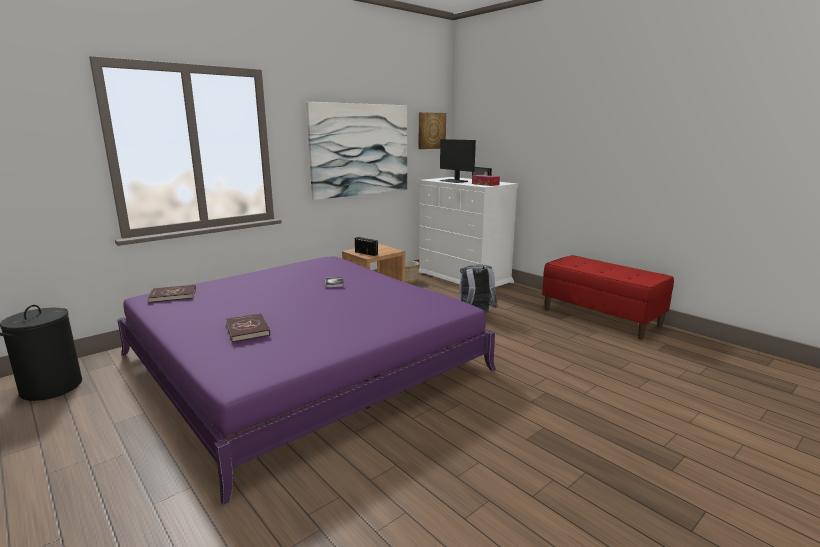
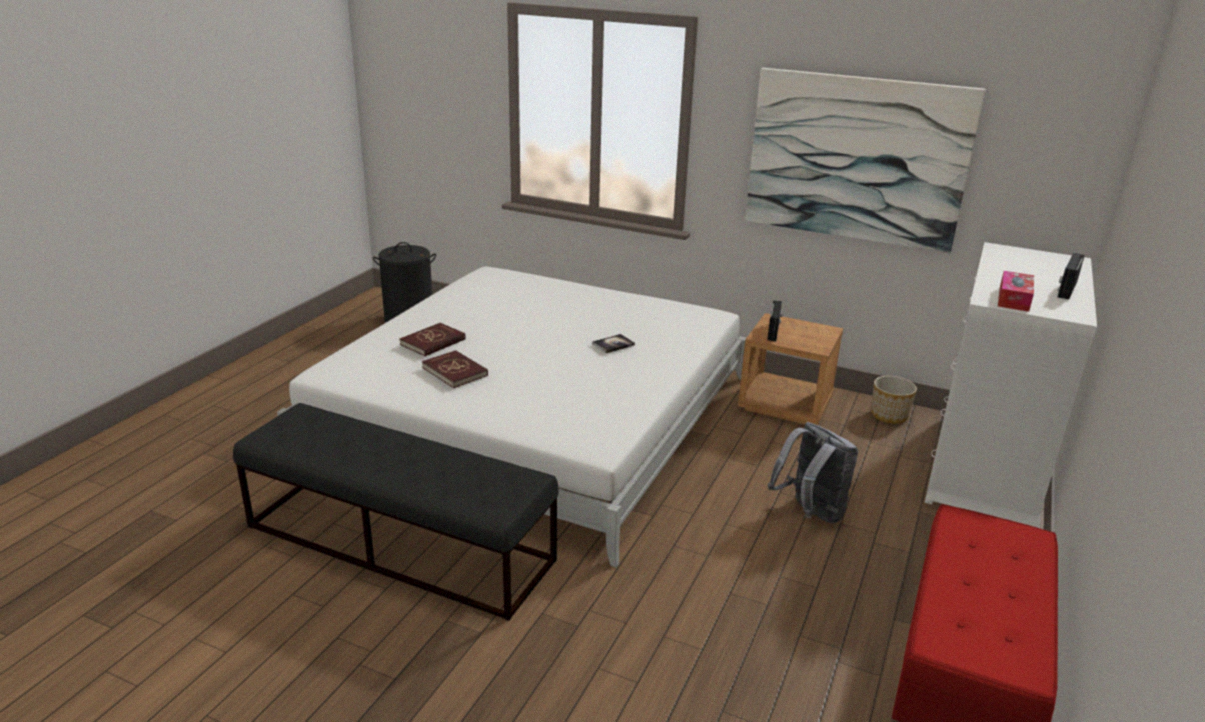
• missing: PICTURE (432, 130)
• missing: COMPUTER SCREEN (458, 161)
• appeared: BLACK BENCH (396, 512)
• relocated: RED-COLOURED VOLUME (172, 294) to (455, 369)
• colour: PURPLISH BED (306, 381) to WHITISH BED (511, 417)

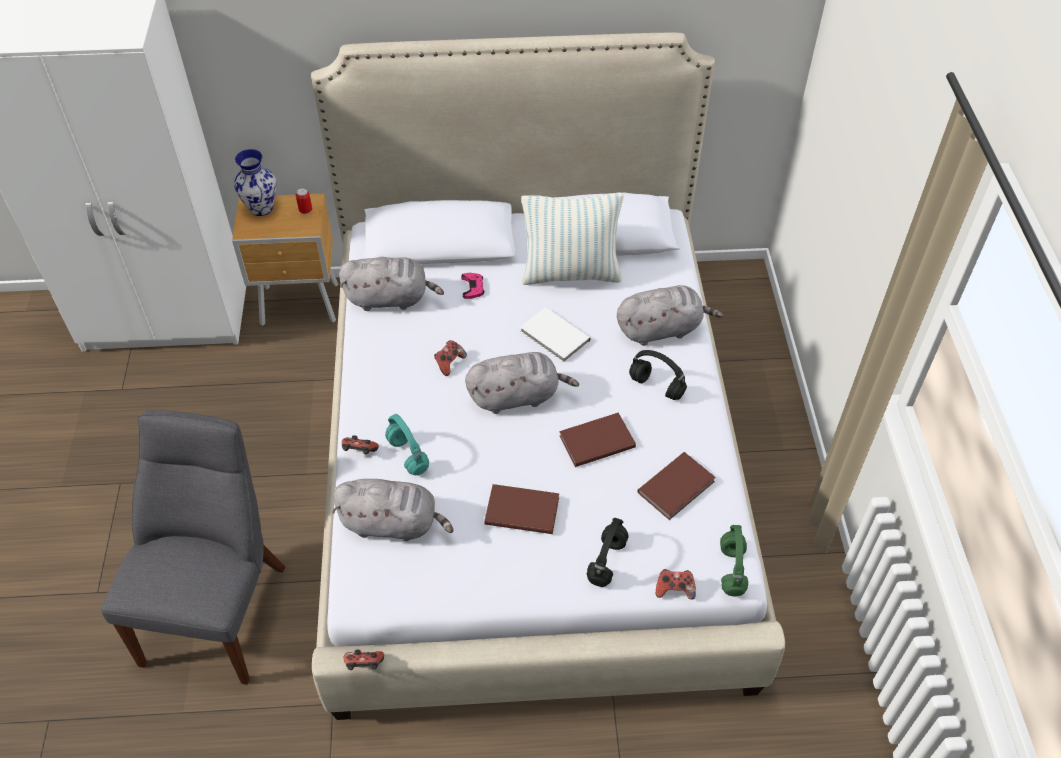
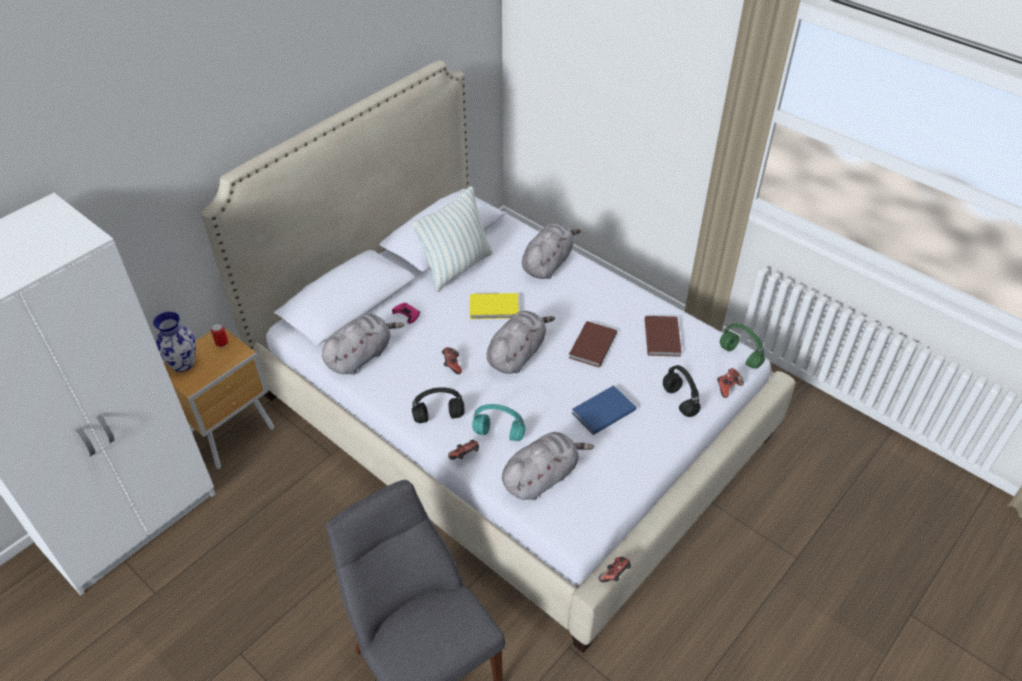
• relocated: BLACK HEADPHONES (658, 375) to (438, 405)
• colour: BROWNISH VOLUME (521, 509) to BLUE-COLOURED VOLUME (604, 410)
• colour: WHITISH VOLUME (555, 335) to YELLOW VOLUME (494, 306)

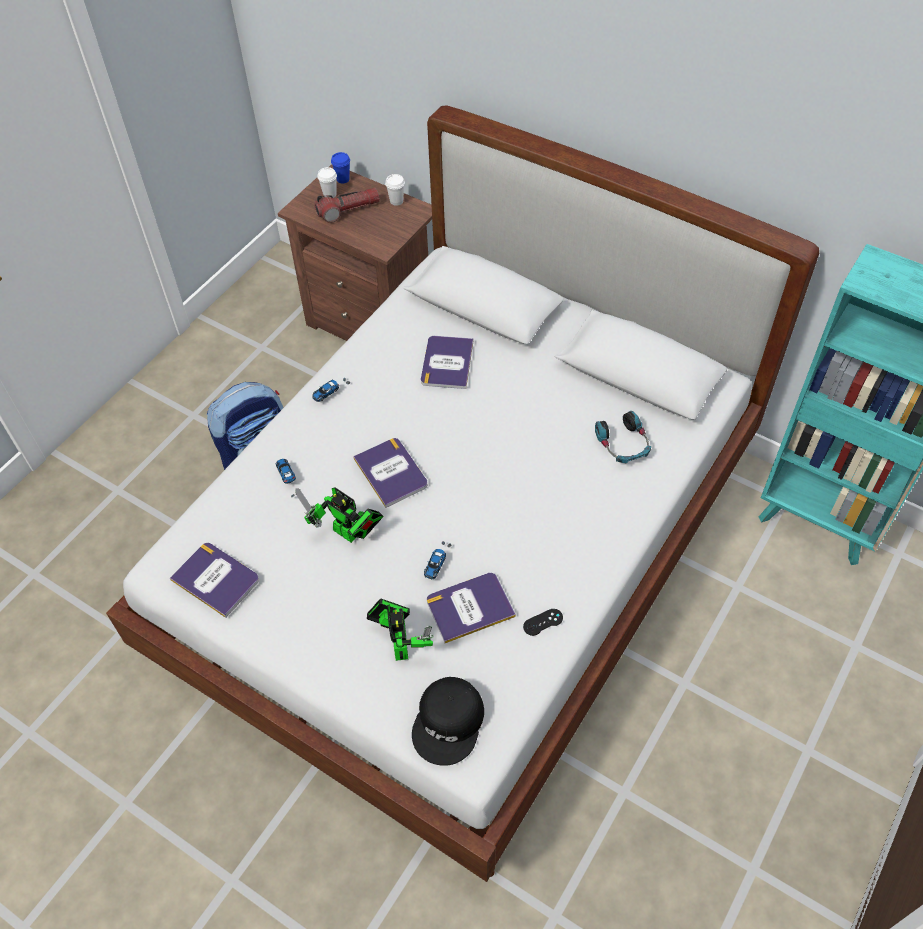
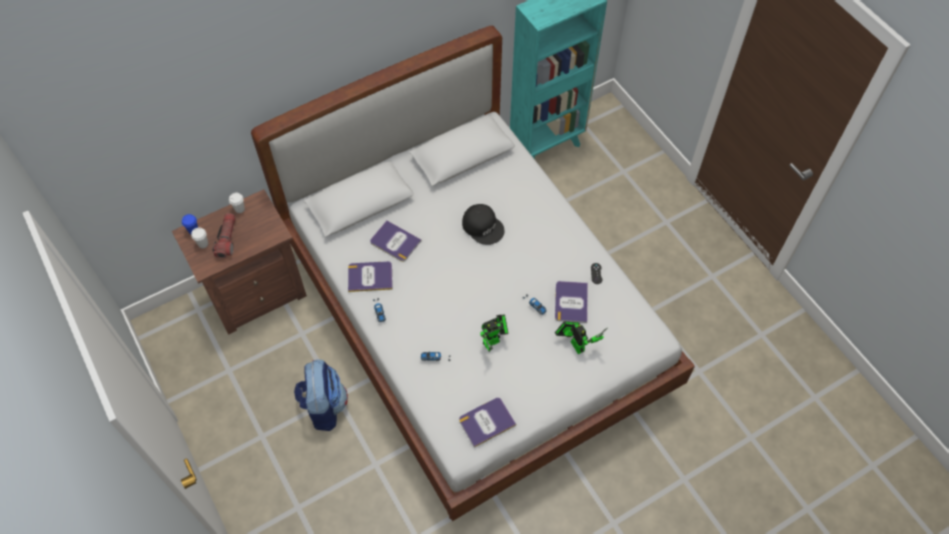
• missing: HEADPHONES (623, 437)
• relocated: VOLUME (390, 473) to (370, 276)
• relocated: BLACK CAP (448, 721) to (483, 224)
• spun: MODEL ROBOT (400, 630) = (581, 337) 45 degrees clockwise

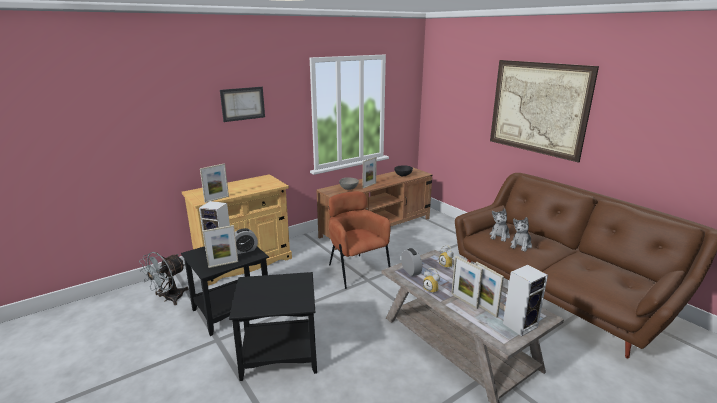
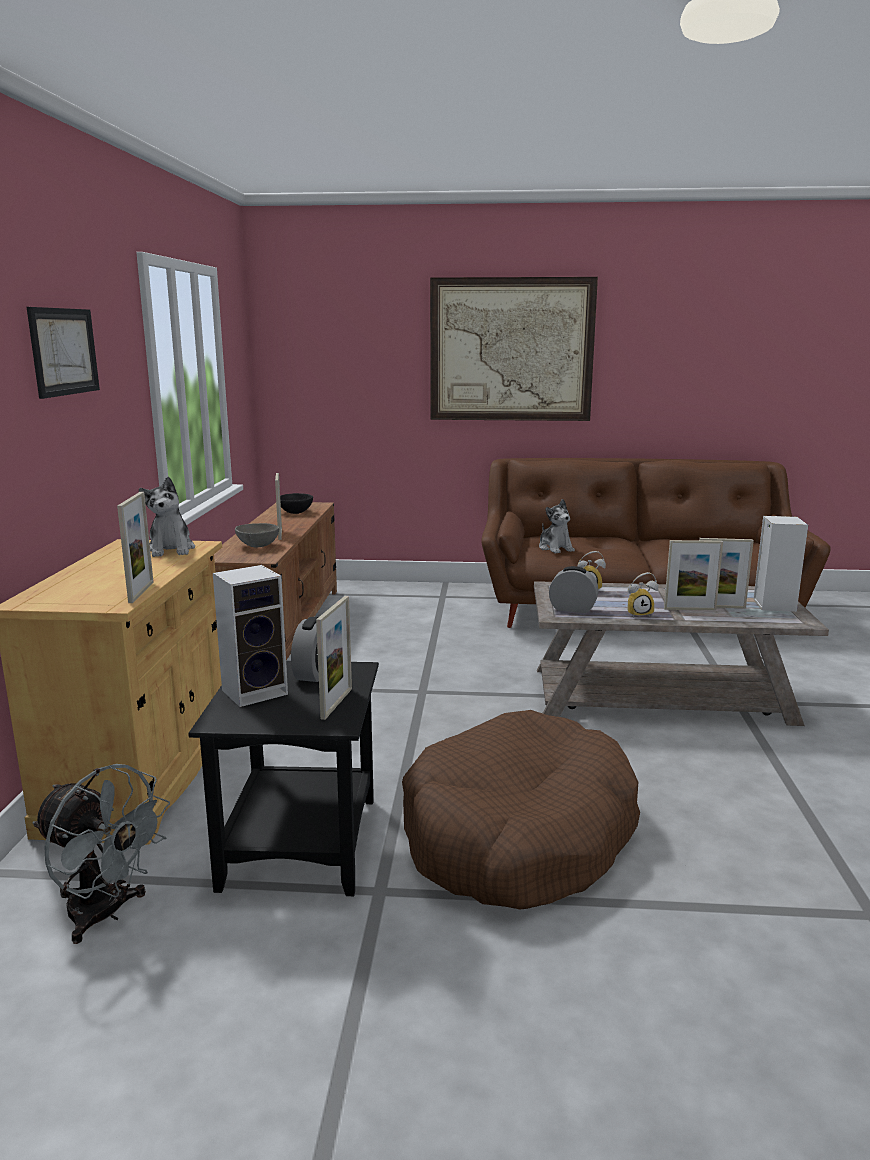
• missing: BROWNISH ARMCHAIR (359, 240)
• relocated: PLUSH TOY (521, 234) to (167, 516)
• exchanged: BLACK ACCENT TABLE (273, 326) to BROWNISH PET BED (521, 809)
• spun: GREY FAN (163, 278) = (101, 854) 45 degrees counterclockwise

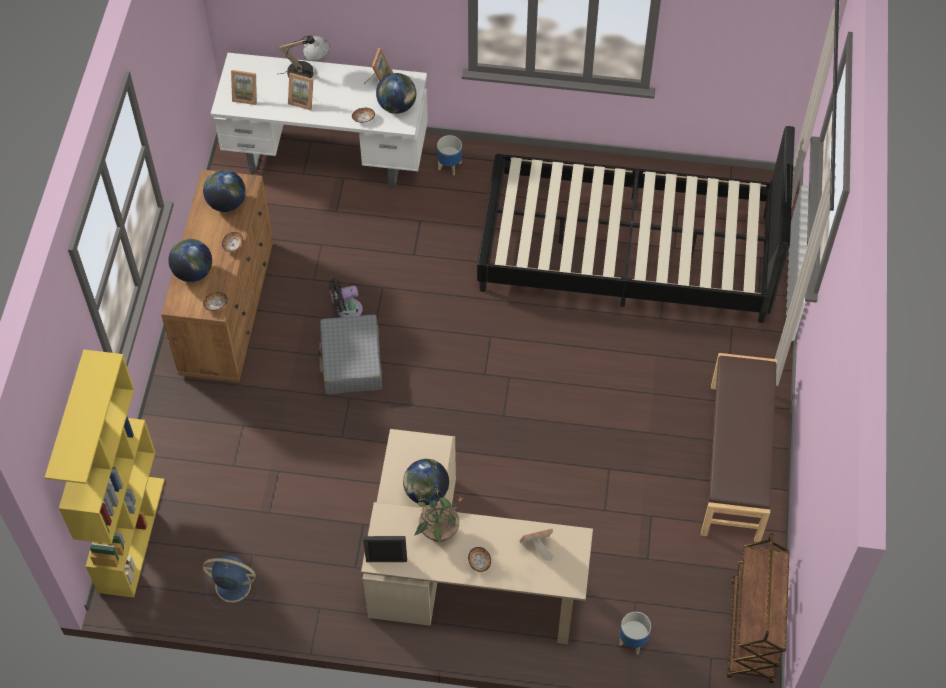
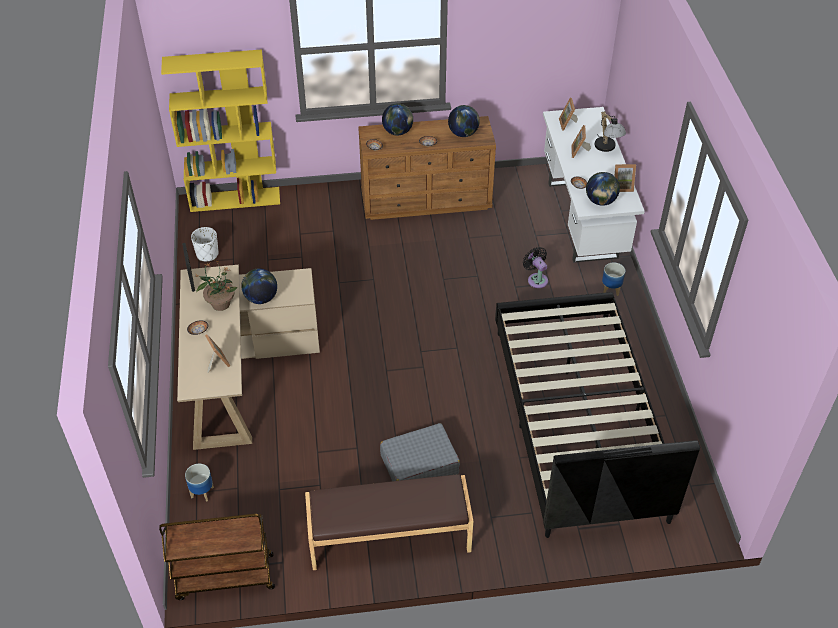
• relocated: GREY TRAVEL CASE (350, 354) to (420, 452)
• relocated: BLACK FAN (346, 297) to (535, 267)
• exchanged: BLUE-COLOURED FAN (231, 582) to WHITISH PLANTER (205, 244)

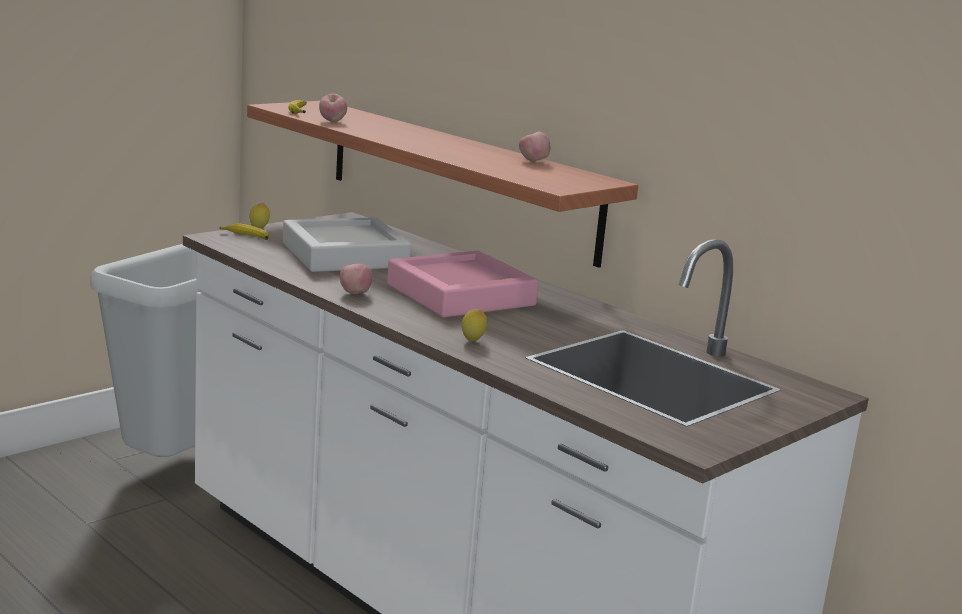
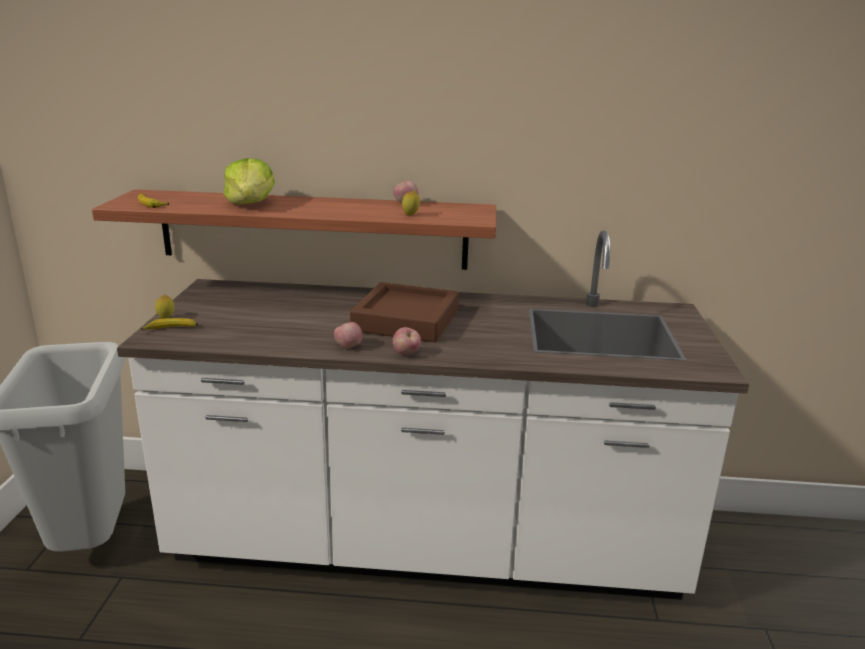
• missing: GREY CARRYING TRAY (347, 244)
• appeared: LETTUCE HEAD (249, 181)
• relocated: APPLE FRUIT (333, 108) to (407, 341)
• relocated: LEMON (474, 325) to (411, 203)
• colour: PINKISH CARRYING TRAY (463, 284) to BROWNISH CARRYING TRAY (404, 312)

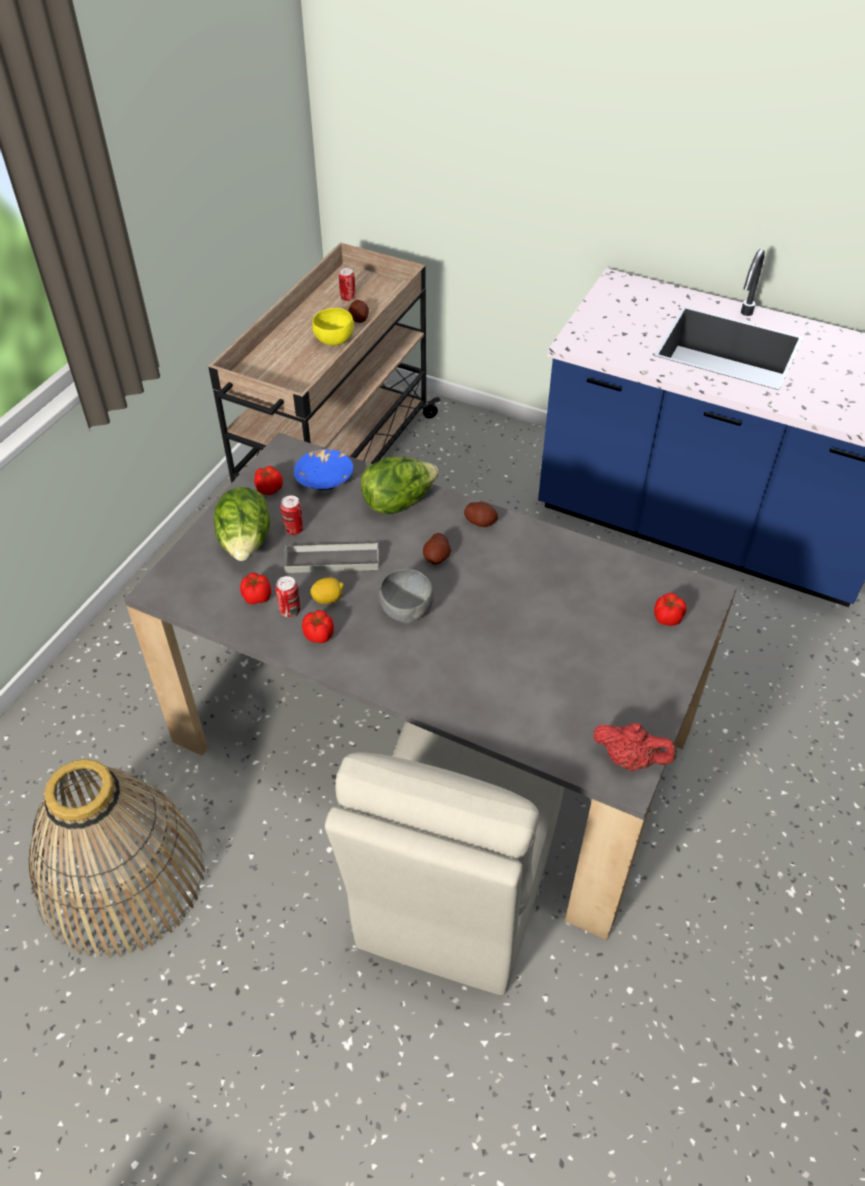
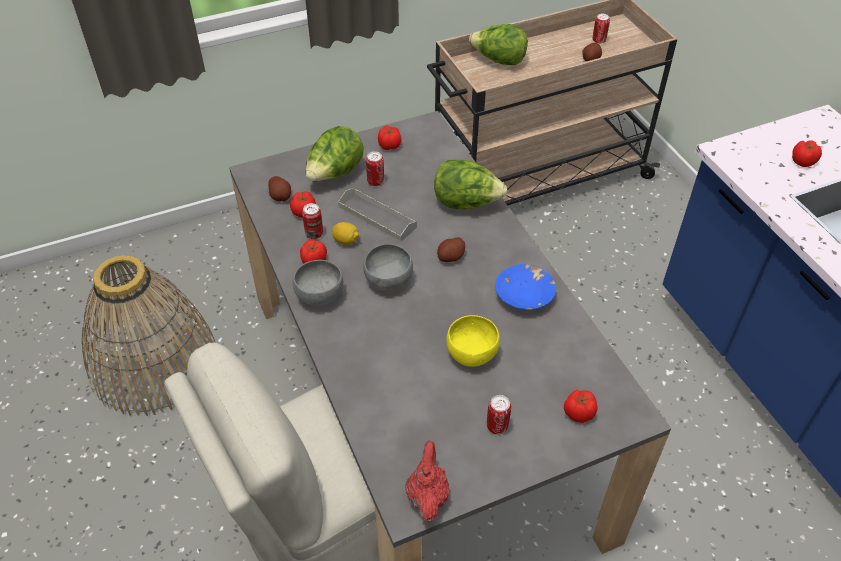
• appeared: GREY SERVING BOWL (318, 283)
• appeared: LETTUCE HEAD (498, 44)
• appeared: SEALED CAN (499, 415)
• appeared: TOMATO (807, 153)
• relocated: BLUE-COLOURED SERVING BOWL (323, 469) to (525, 287)
• relocated: YELLOW SERVING BOWL (333, 326) to (473, 341)
• relocated: SPUD (481, 514) to (279, 188)
• spun: RED-COLOURED TEA POT (635, 747) = (427, 481) 150 degrees counterclockwise

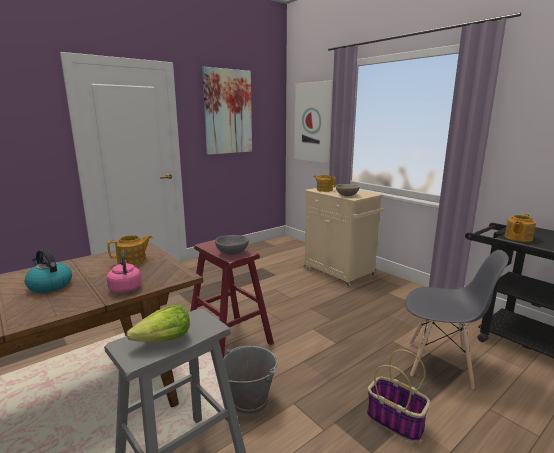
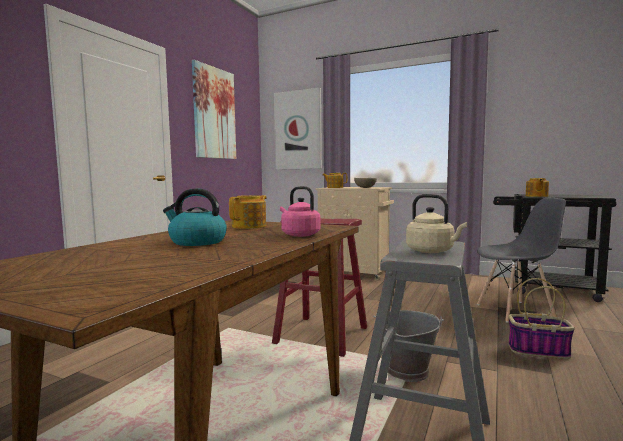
• missing: GREY SERVING BOWL (232, 245)
• exchanged: LETTUCE HEAD (158, 323) to SAND-COLOURED WATER KETTLE (436, 223)

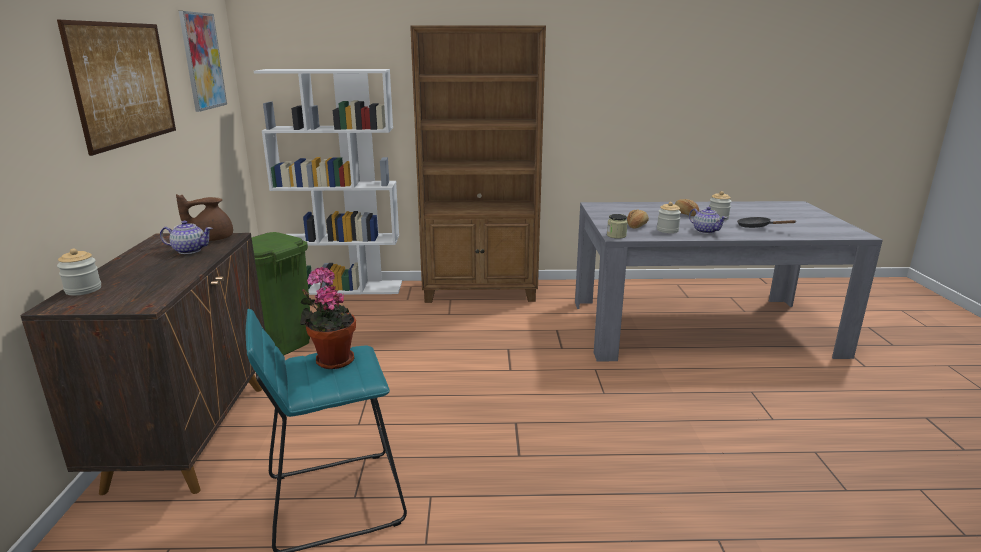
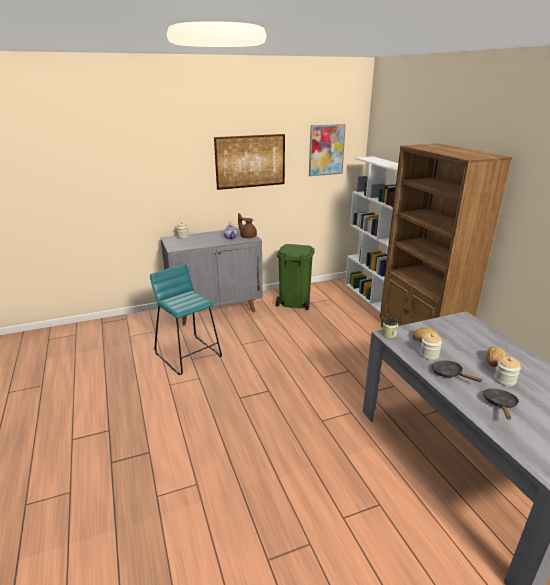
• missing: POTTED PLANT (328, 318)
• exchanged: TEA POT (708, 220) to BLACK FRYING PAN (457, 371)
• colour: BROWNISH CABINET (142, 364) to GREY CABINET (212, 276)

